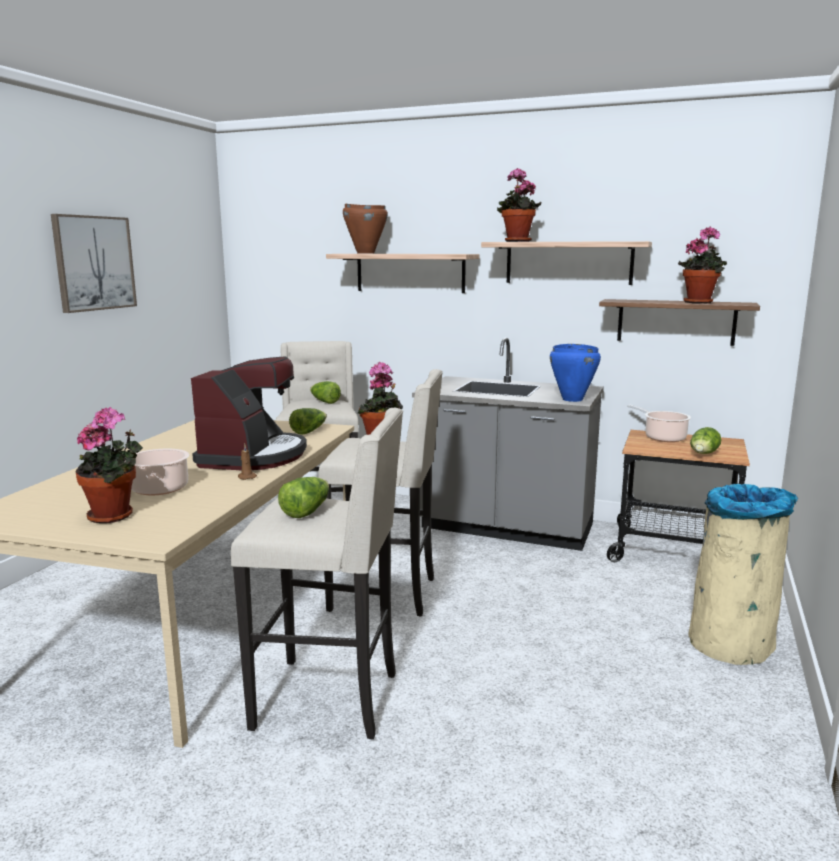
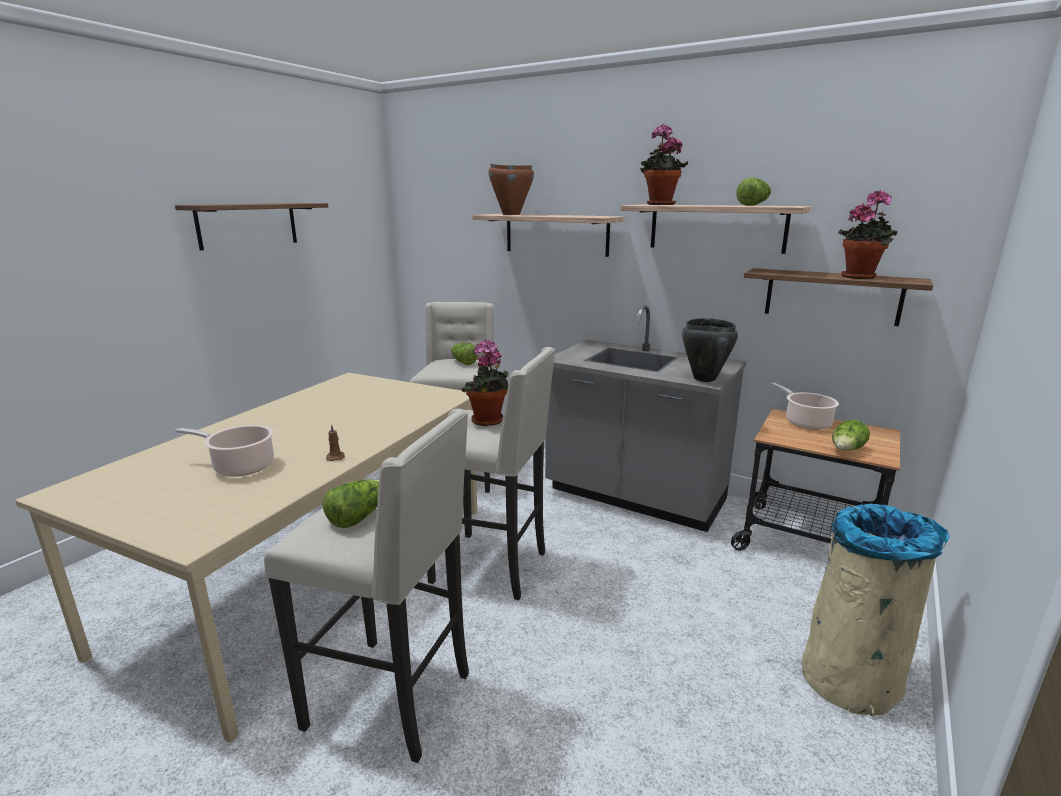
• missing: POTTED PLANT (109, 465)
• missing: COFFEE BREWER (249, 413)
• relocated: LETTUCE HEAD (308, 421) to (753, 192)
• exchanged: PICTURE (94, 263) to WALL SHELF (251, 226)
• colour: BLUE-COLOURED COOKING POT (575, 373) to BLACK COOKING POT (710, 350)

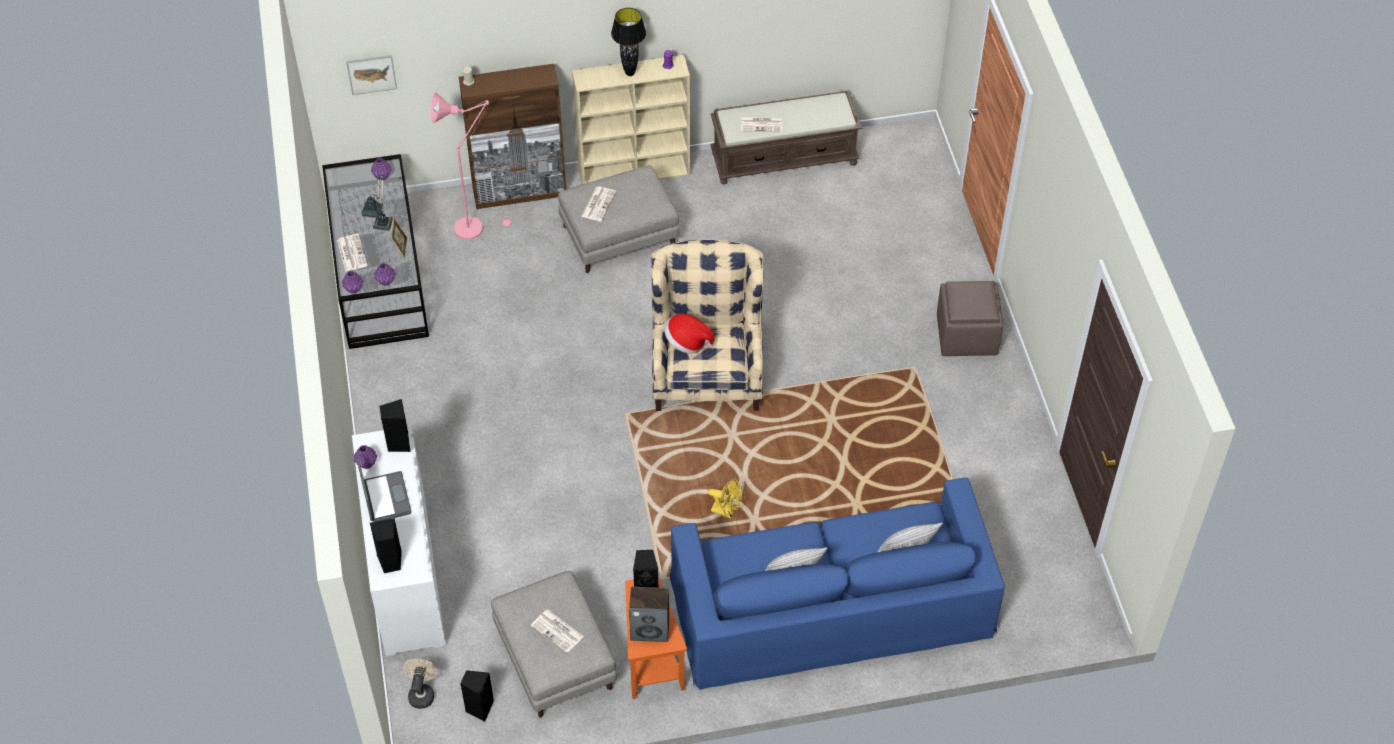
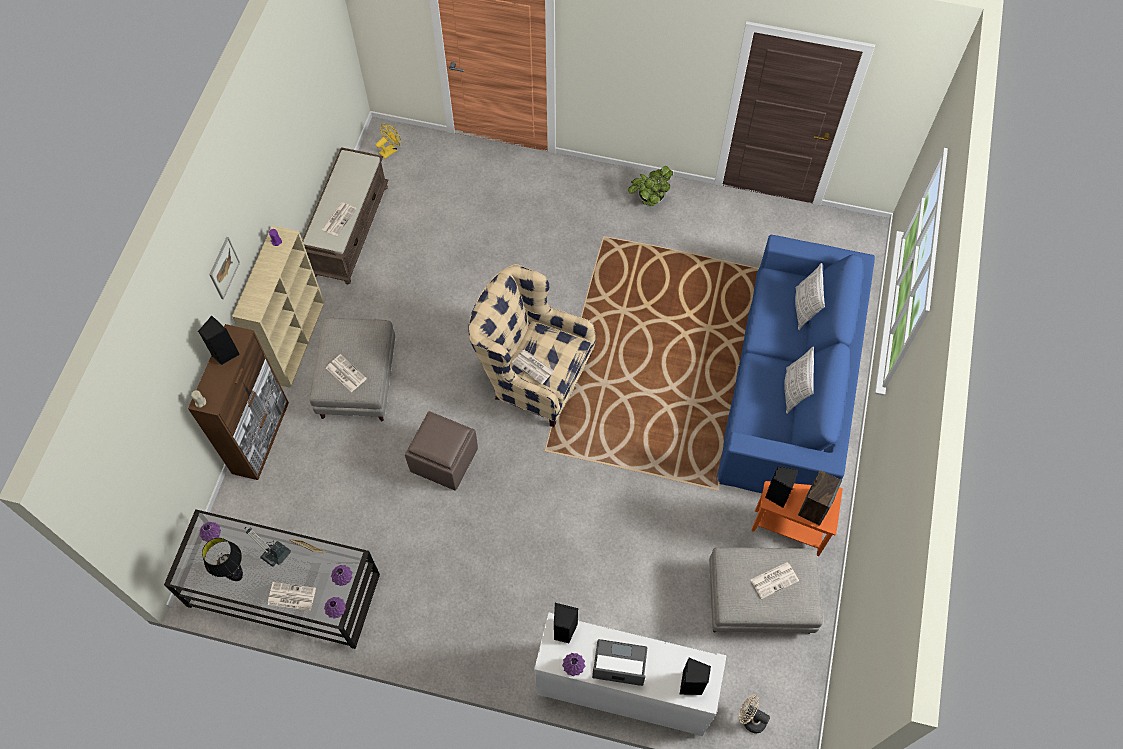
• missing: PINKISH STANDING LAMP (472, 166)
• appeared: POTTED PLANT (650, 186)
• relocated: PICTURE (371, 75) to (224, 268)
• relocated: BLACK AUDIO SPEAKER (477, 696) to (219, 340)
• relocated: BLACK TABLETOP LAMP (628, 42) to (222, 559)
• relocated: YELLOW FAN (725, 498) to (388, 141)
• relocated: BROWNISH OTTOMAN (970, 318) to (441, 451)
• exchanged: WEARABLE HAT (689, 334) to DAILY PAPER (532, 367)

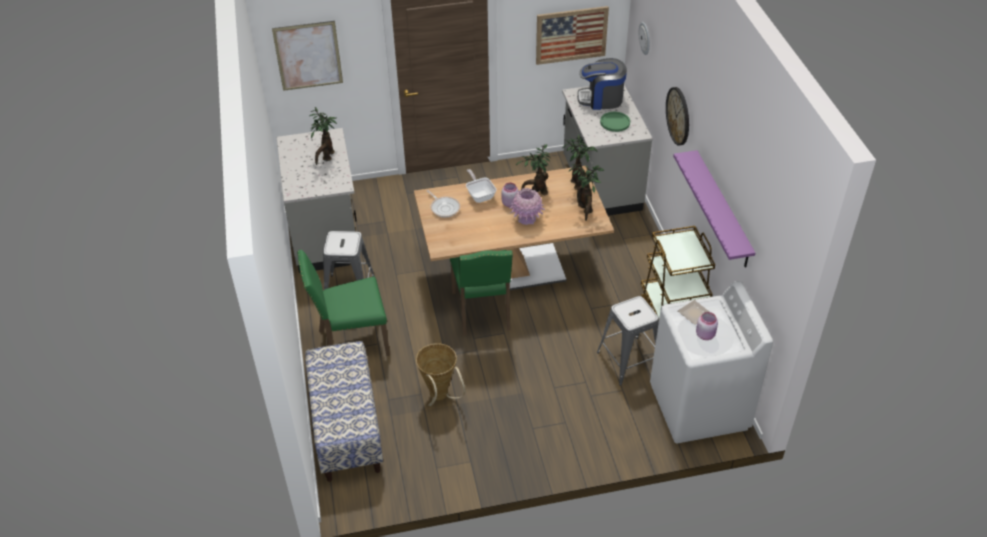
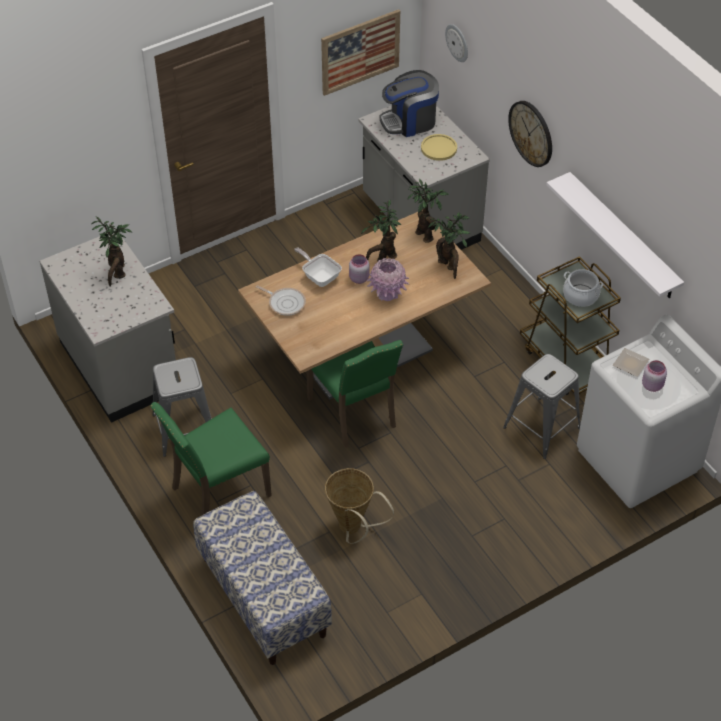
• missing: PICTURE (307, 56)
• appeared: COOKING POT (583, 288)
• colour: GREEN FLAT DISH (615, 122) to YELLOW FLAT DISH (439, 147)
• colour: PURPLISH WALL SHELF (714, 209) to WHITISH WALL SHELF (615, 235)

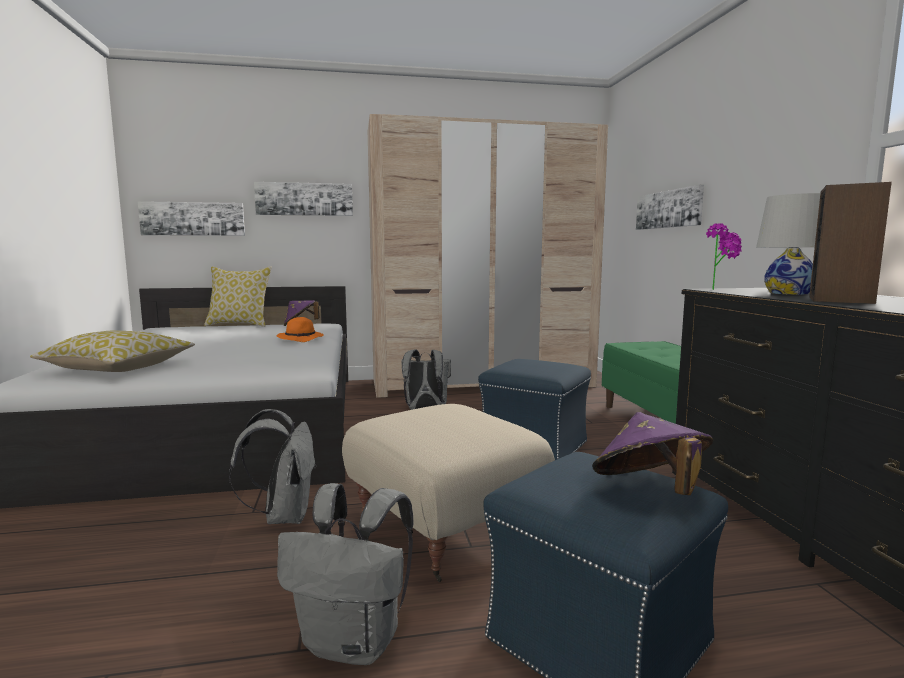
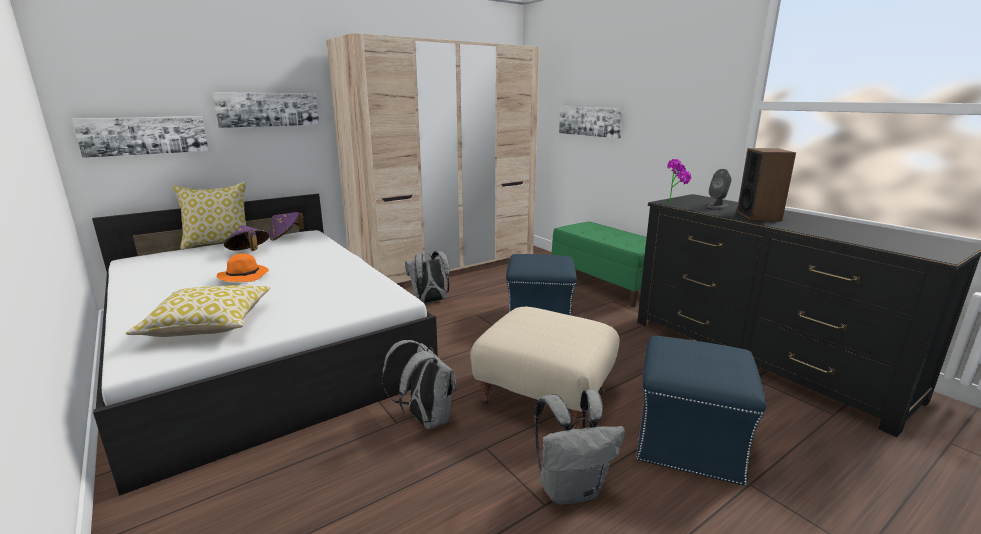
• relocated: ORANGE WEARABLE HAT (300, 329) to (243, 267)
• relocated: PURPLISH WEARABLE HAT (652, 453) to (247, 238)
• exchanged: WHITISH TABLETOP LAMP (788, 244) to GREY AUDIO SPEAKER (719, 189)

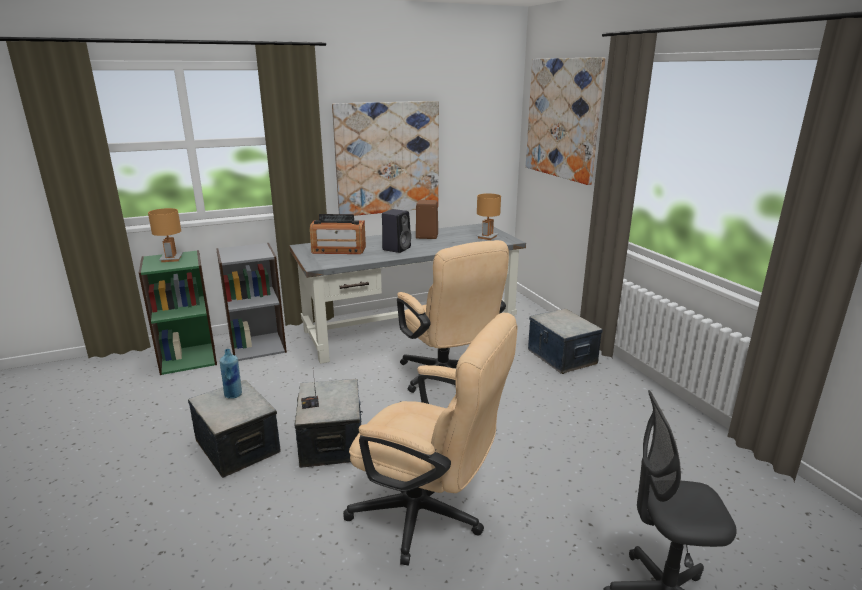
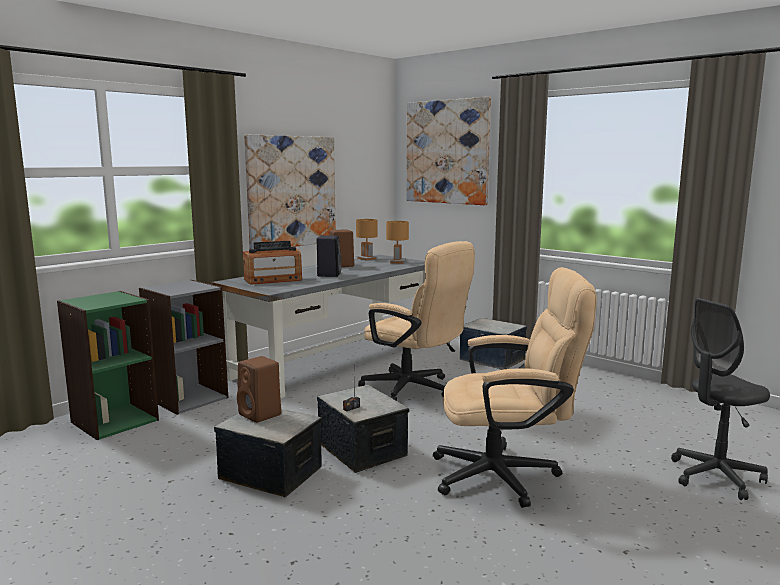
• relocated: BROWNISH TABLETOP LAMP (165, 235) to (367, 239)
• exchanged: BLUE-COLOURED DRINK BOTTLE (231, 374) to BROWNISH AUDIO SPEAKER (259, 389)

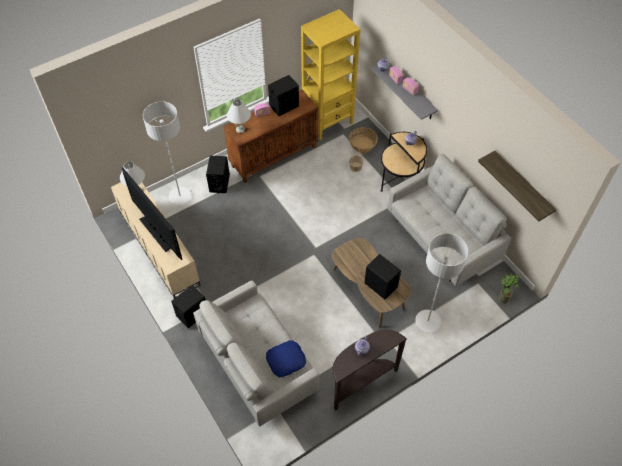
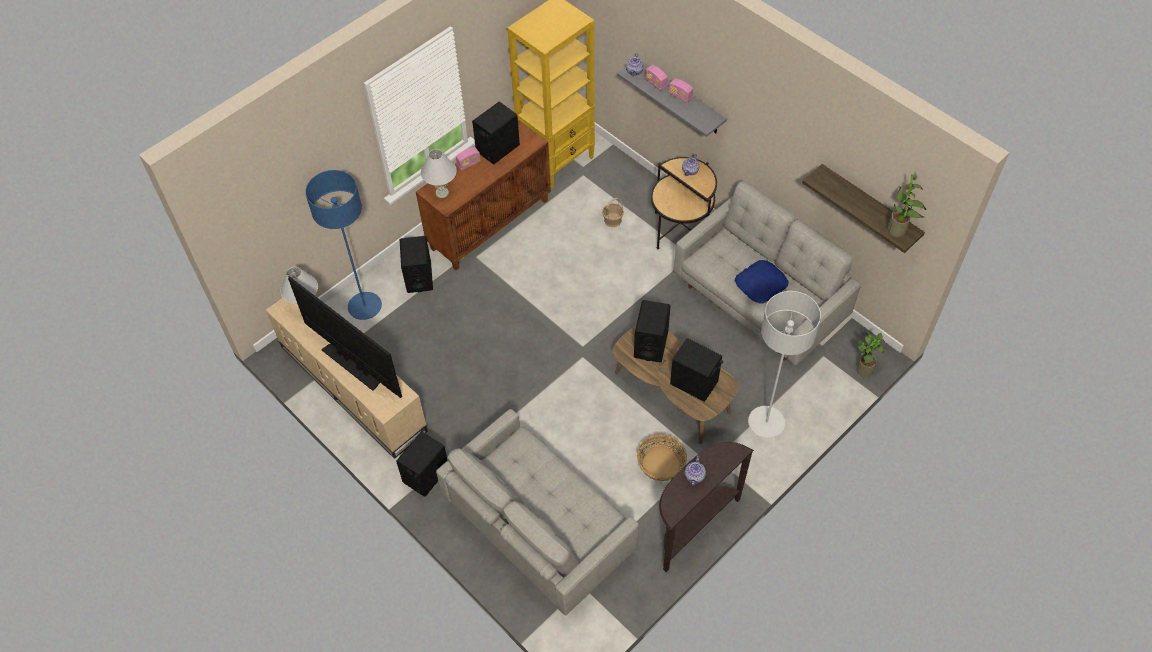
• appeared: BLACK AUDIO SPEAKER (652, 331)
• appeared: POTTED PLANT (907, 205)
• relocated: BLUE-COLOURED THROW PILLOW (286, 359) to (762, 281)
• relocated: HOUSEHOLD BASKET (363, 140) to (662, 457)
• colour: GREY STANDING LAMP (167, 153) to BLUE-COLOURED STANDING LAMP (343, 245)

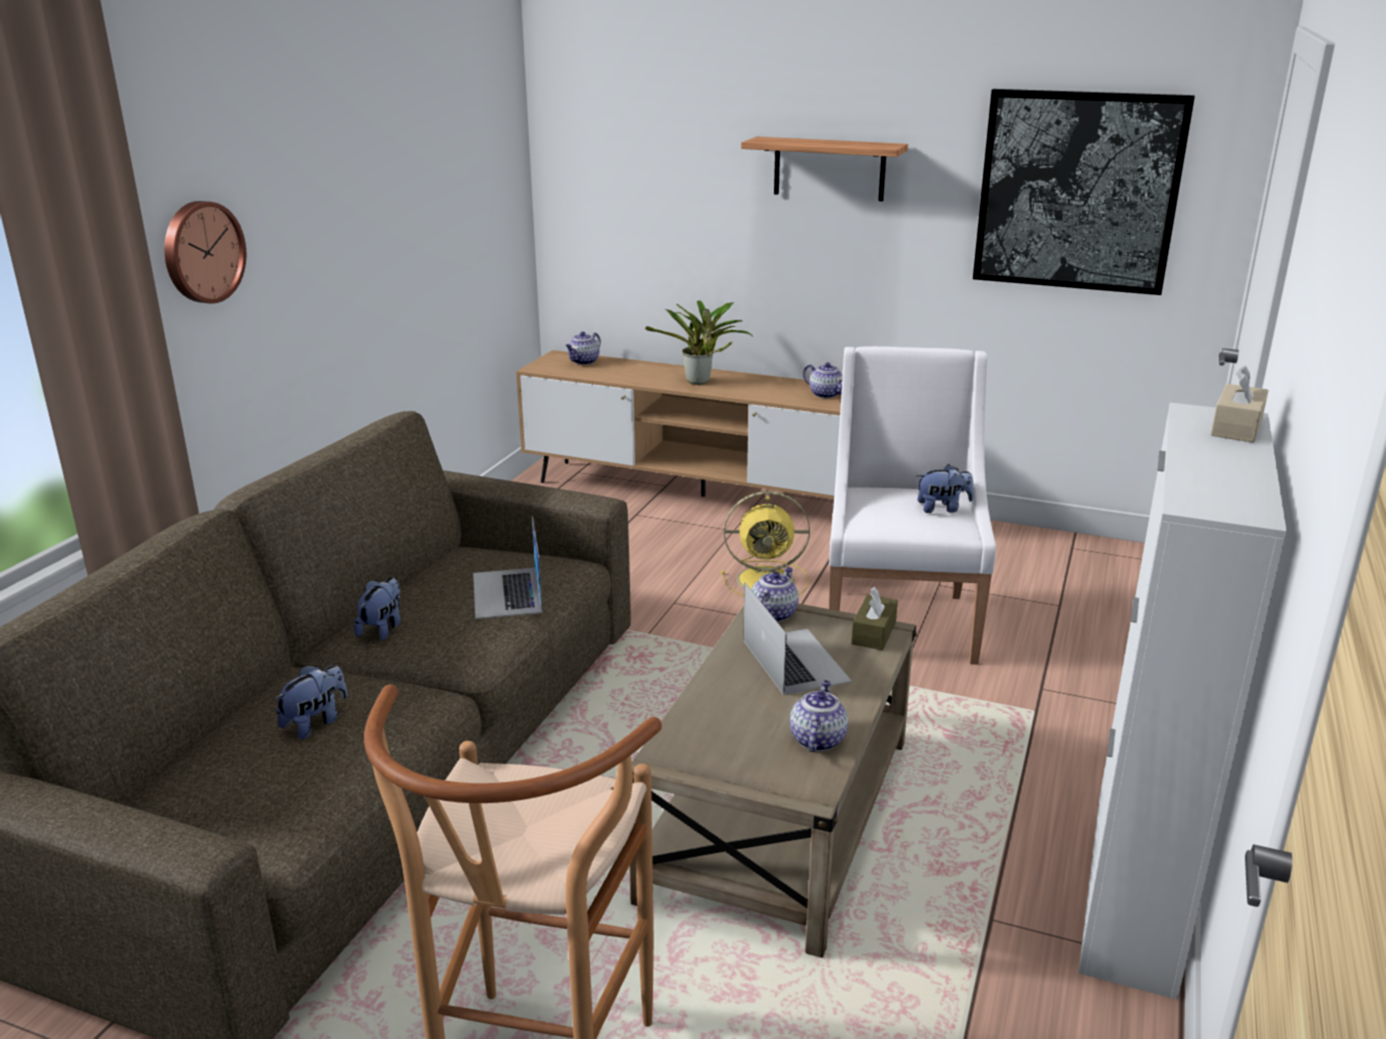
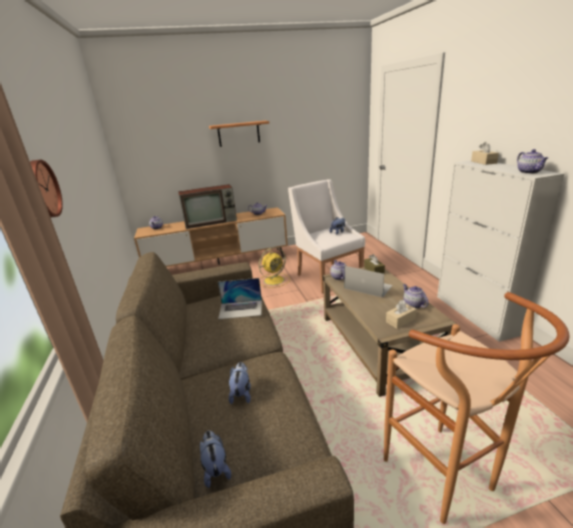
• missing: PICTURE (1084, 192)
• appeared: SAND-COLOURED TISSUE HOLDER (401, 314)
• appeared: TEA POT (532, 161)
• relocated: PLUSH TOY (377, 609) to (215, 459)
• exchanged: POTTED PLANT (699, 342) to TELEVISION (207, 206)
• spun: LAPTOP (508, 567) = (240, 298) 45 degrees counterclockwise

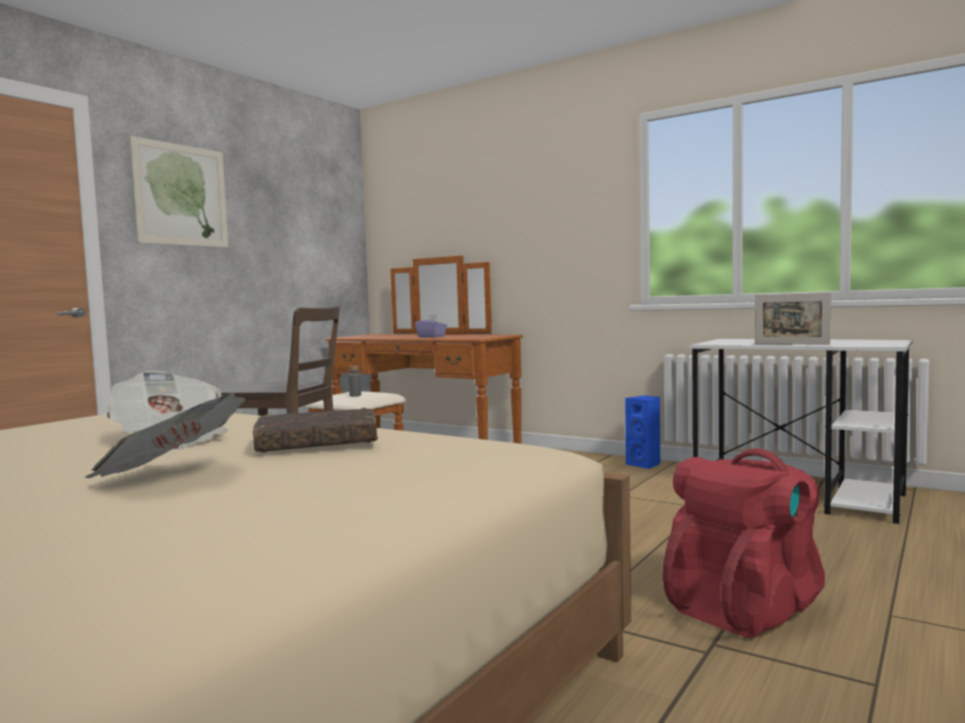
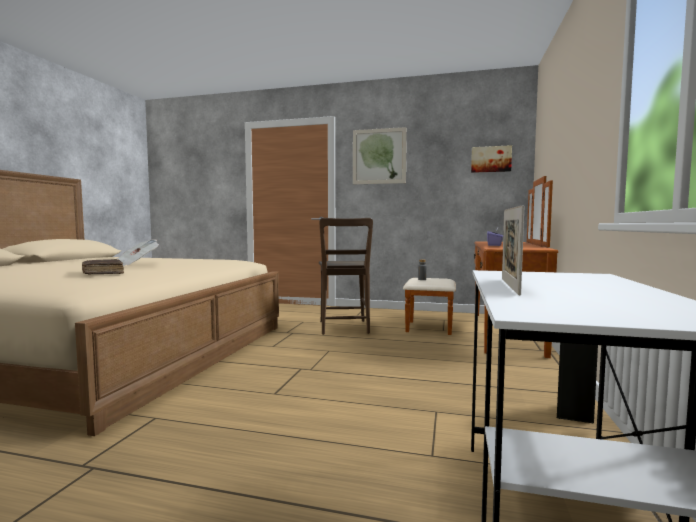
• missing: DAILY PAPER (165, 435)
• missing: RED-COLOURED KNAPSACK (743, 543)
• appeared: PICTURE (491, 159)
• colour: BLUE-COLOURED AUDIO SPEAKER (643, 432) to BLACK AUDIO SPEAKER (577, 383)

